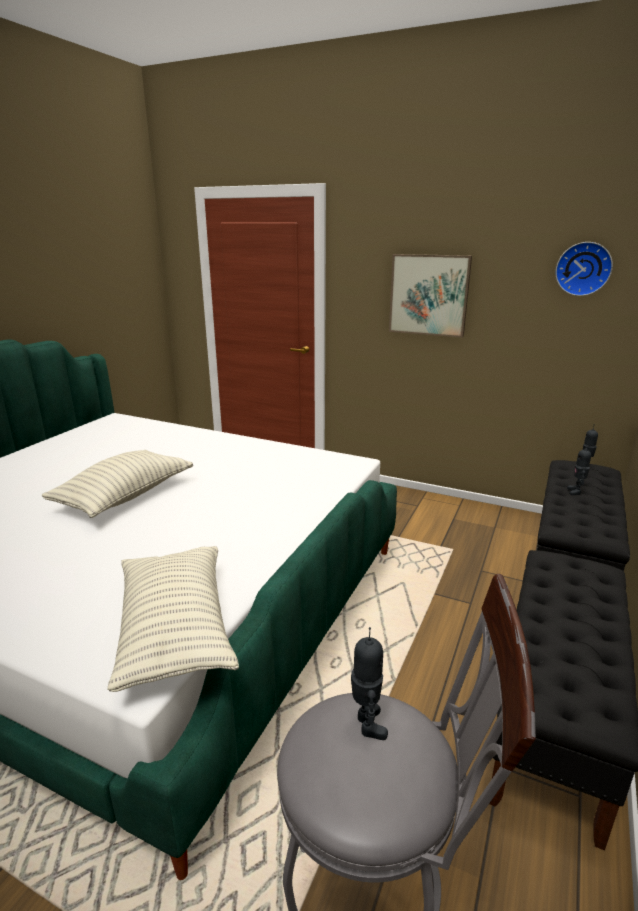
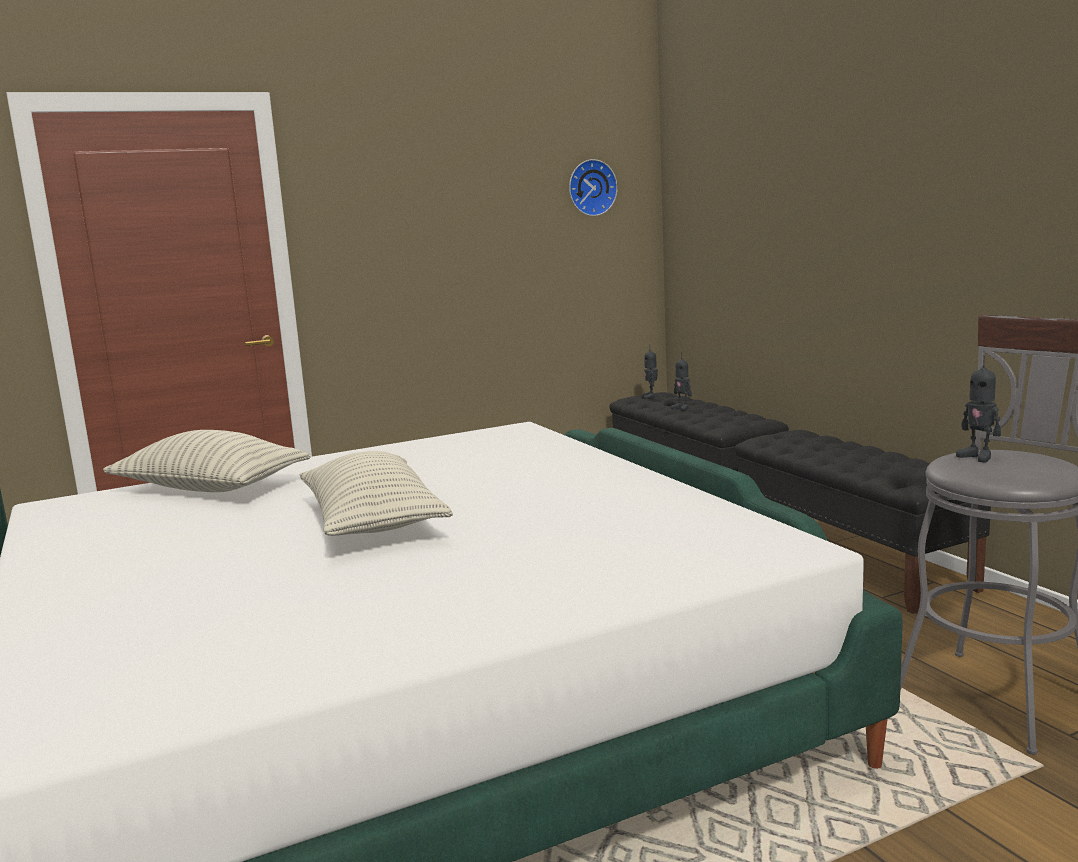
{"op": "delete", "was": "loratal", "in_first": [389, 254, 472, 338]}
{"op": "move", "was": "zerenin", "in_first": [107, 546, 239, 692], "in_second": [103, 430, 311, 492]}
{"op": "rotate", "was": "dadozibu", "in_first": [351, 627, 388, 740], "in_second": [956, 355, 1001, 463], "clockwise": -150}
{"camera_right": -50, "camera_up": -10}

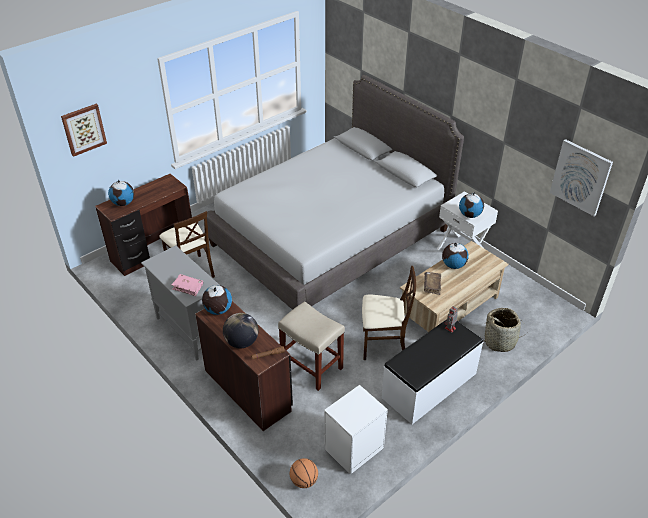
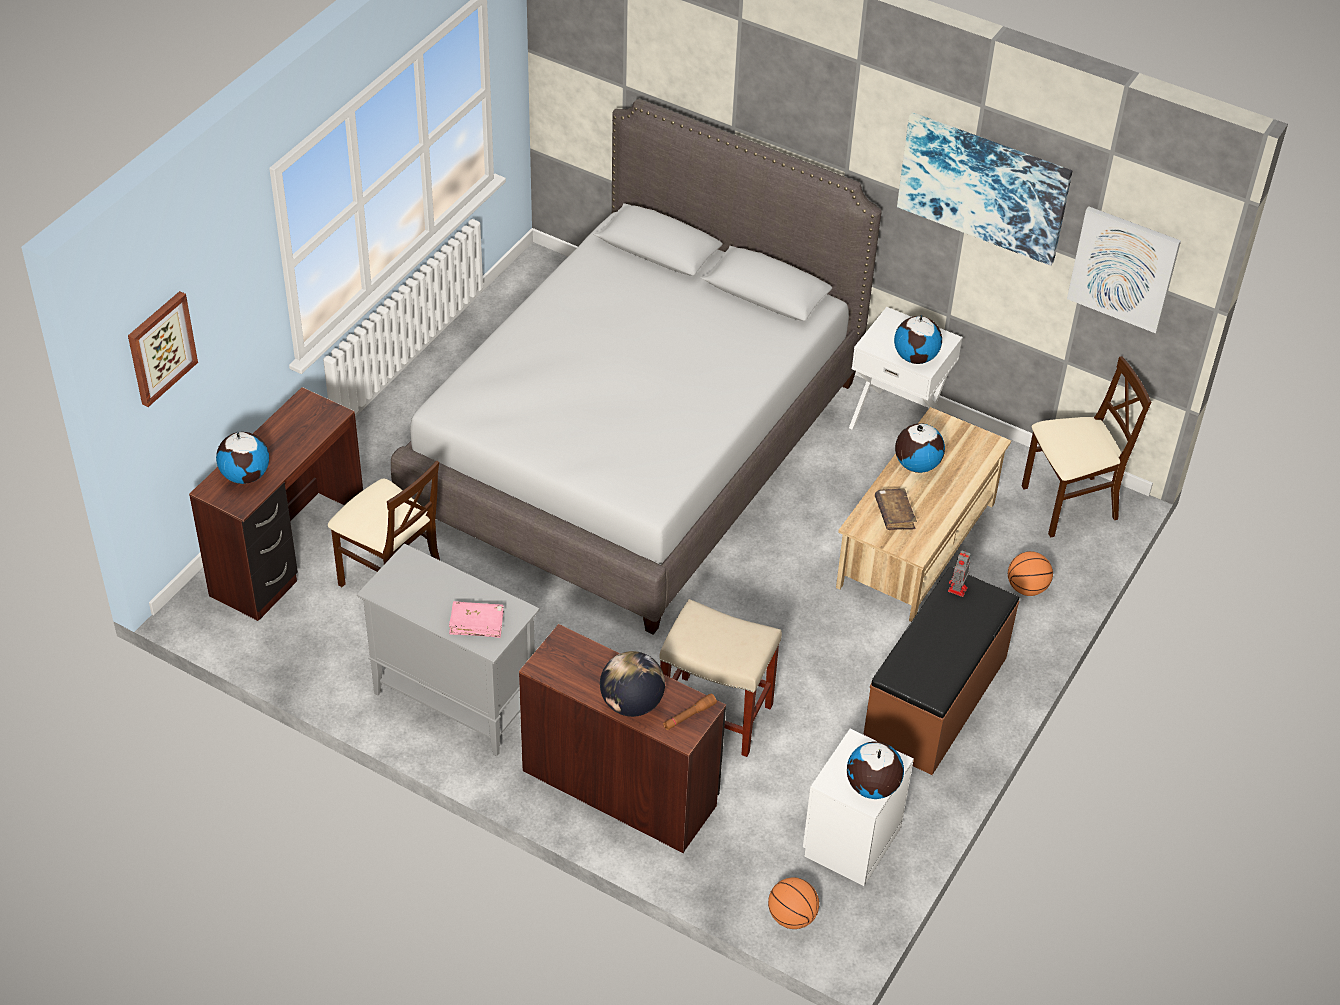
{"op": "move", "was": "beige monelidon", "in_first": [362, 266, 416, 360], "in_second": [1022, 356, 1151, 538]}
{"op": "move", "was": "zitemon", "in_first": [202, 285, 232, 315], "in_second": [847, 741, 904, 799]}
{"op": "replace", "was": "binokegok", "now": "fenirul", "in_first": [483, 308, 527, 352], "in_second": [1008, 551, 1053, 596]}
{"op": "recolor", "was": "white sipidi", "now": "brown sipidi", "in_first": [382, 319, 483, 424], "in_second": [863, 567, 1019, 775]}
{"op": "insert", "now": "loratal", "in_second": [897, 112, 1072, 266]}
{"camera_right": -20, "camera_up": 5}

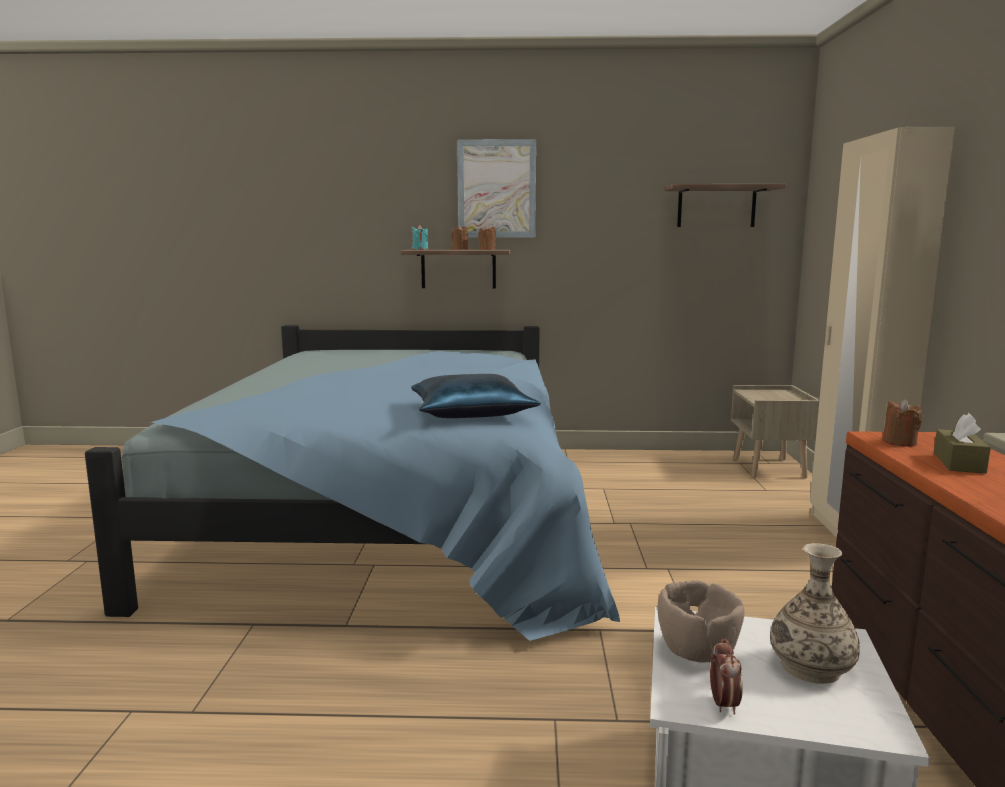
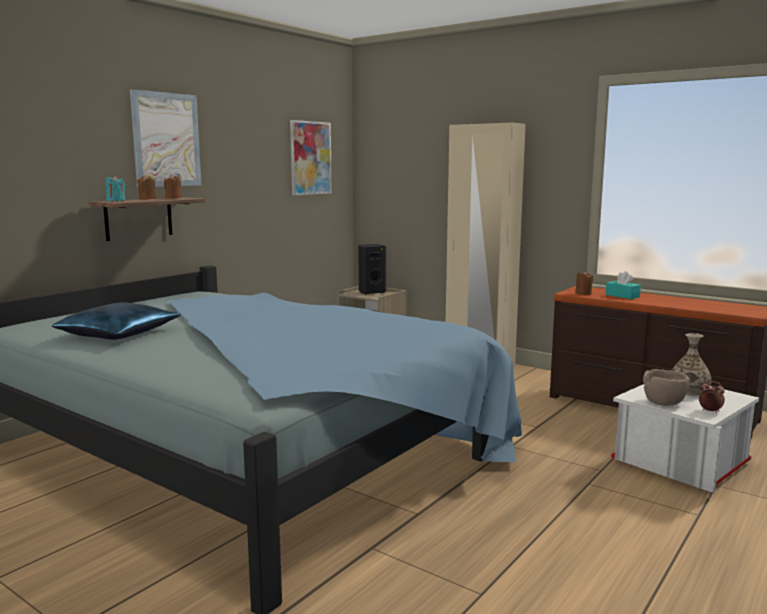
{"op": "replace", "was": "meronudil", "now": "loratal", "in_first": [664, 184, 786, 227], "in_second": [290, 120, 332, 195]}
{"op": "move", "was": "blue zerenin", "in_first": [411, 374, 541, 418], "in_second": [52, 302, 181, 340]}
{"op": "recolor", "was": "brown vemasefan", "now": "turquoise vemasefan", "in_first": [934, 413, 991, 474], "in_second": [606, 271, 641, 299]}
{"op": "insert", "now": "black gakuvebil", "in_second": [358, 244, 386, 295]}
{"camera_right": -55, "camera_up": 0}

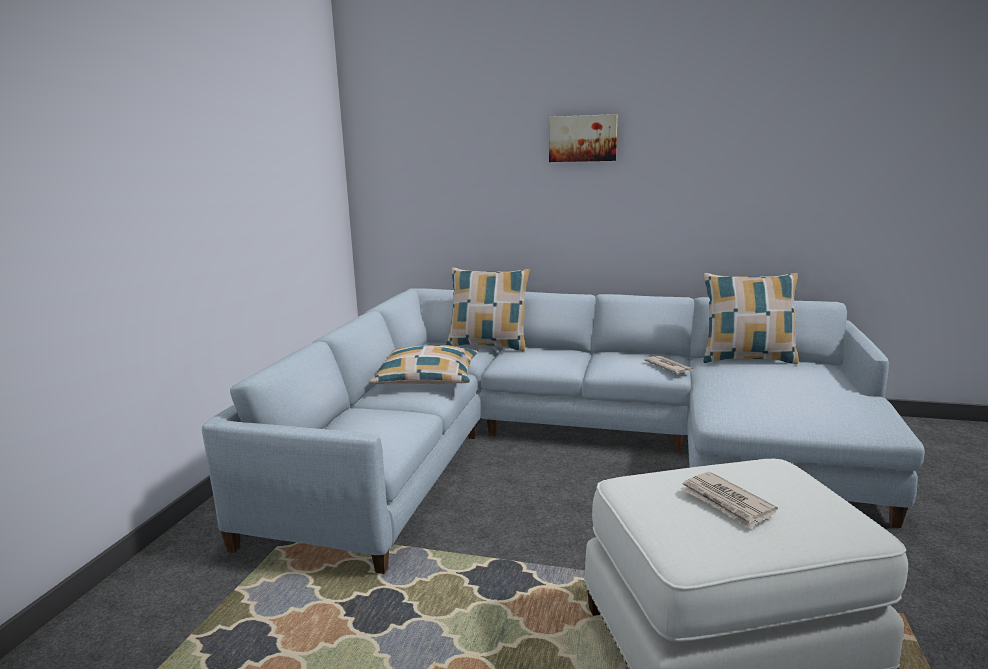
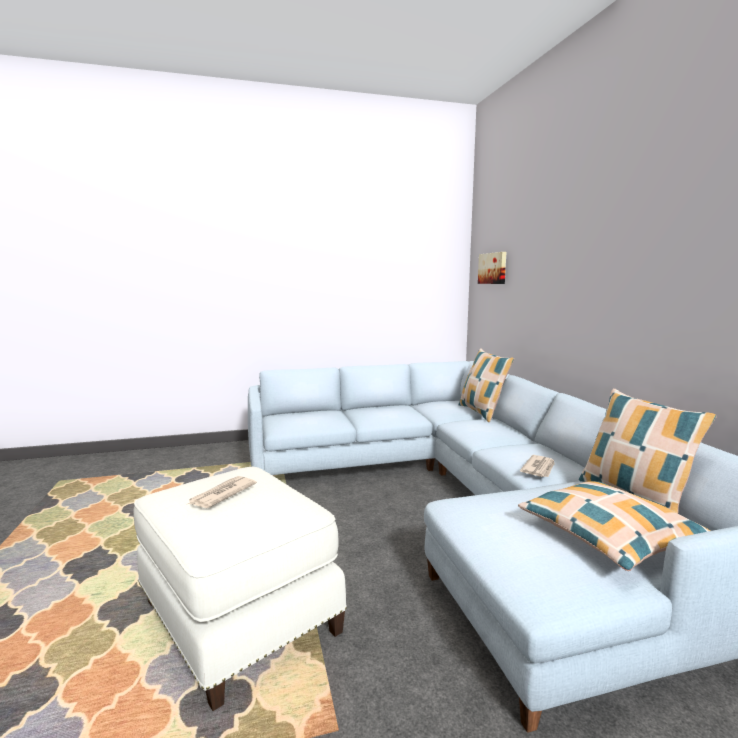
{"op": "move", "was": "loratal", "in_first": [549, 114, 617, 162], "in_second": [478, 252, 506, 284]}
{"op": "move", "was": "zerenin", "in_first": [370, 345, 478, 384], "in_second": [518, 481, 710, 571]}
{"camera_right": 60, "camera_up": -5}

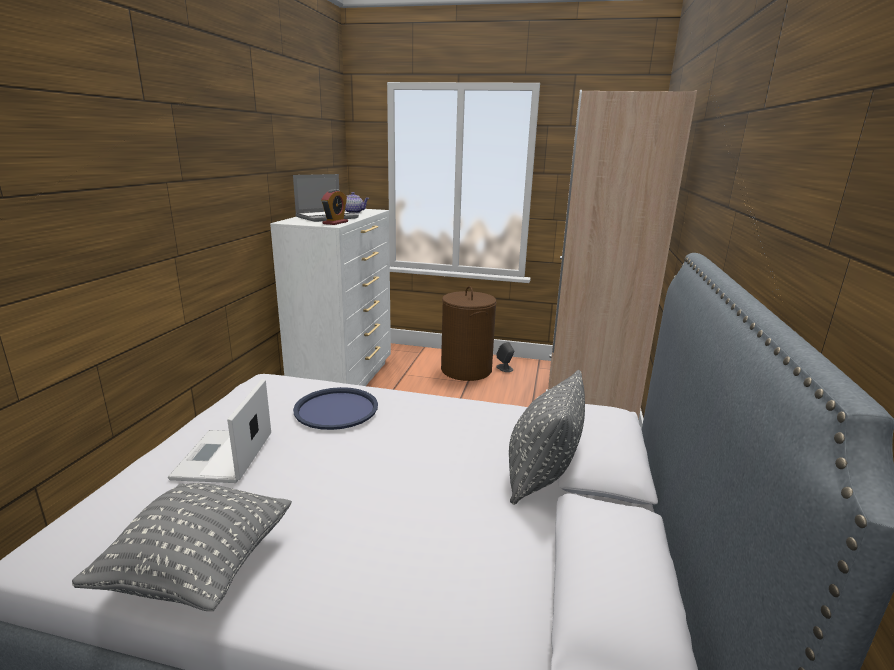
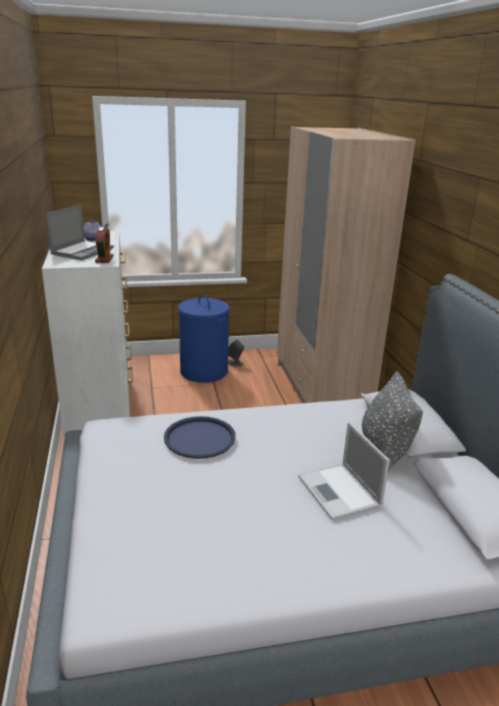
{"op": "recolor", "was": "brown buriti", "now": "blue buriti", "in_first": [441, 286, 497, 381], "in_second": [178, 295, 229, 383]}
{"op": "move", "was": "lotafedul", "in_first": [168, 379, 271, 483], "in_second": [298, 422, 390, 521]}
{"op": "delete", "was": "grey zerenin", "in_first": [72, 483, 292, 611]}
{"camera_right": -25, "camera_up": 5}

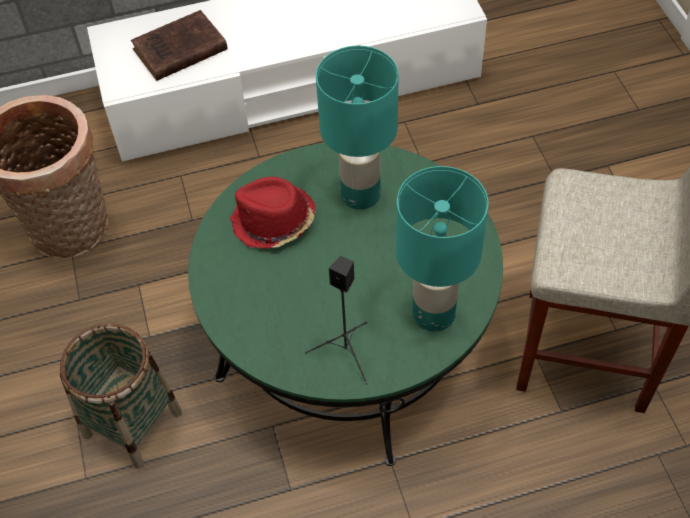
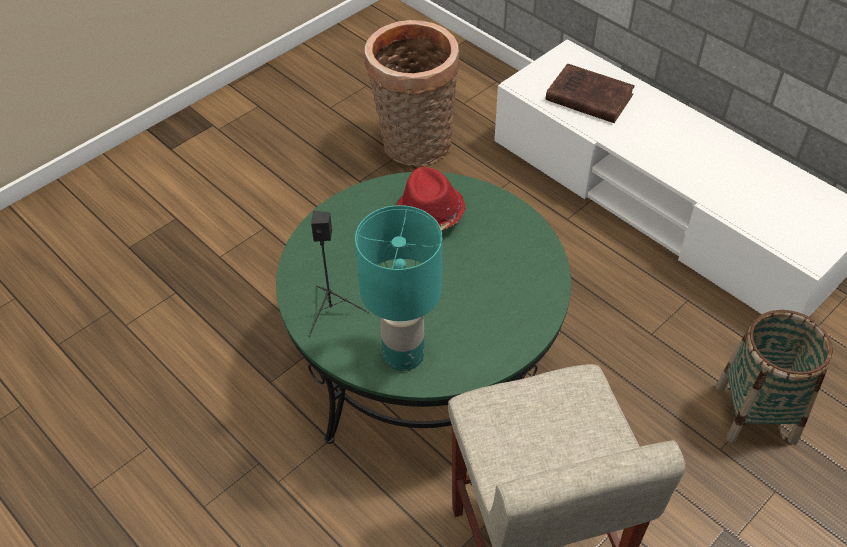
{"op": "delete", "was": "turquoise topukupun", "in_first": [316, 46, 398, 210]}
{"op": "move", "was": "binokegok", "in_first": [59, 323, 182, 469], "in_second": [716, 310, 833, 445]}
{"camera_right": 60, "camera_up": -5}

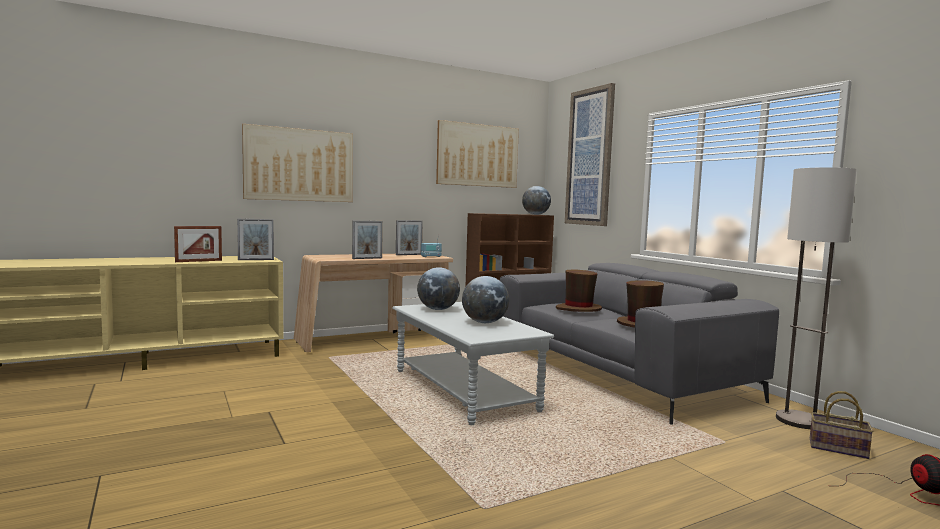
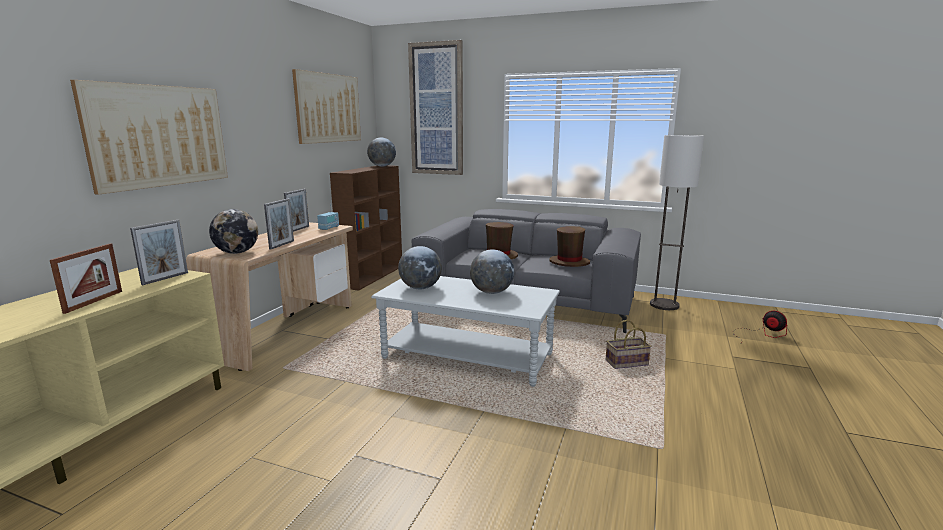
{"op": "move", "was": "binokegok", "in_first": [810, 391, 874, 459], "in_second": [606, 320, 651, 369]}
{"op": "insert", "now": "zitemon", "in_second": [209, 209, 258, 254]}
{"camera_right": -40, "camera_up": 10}

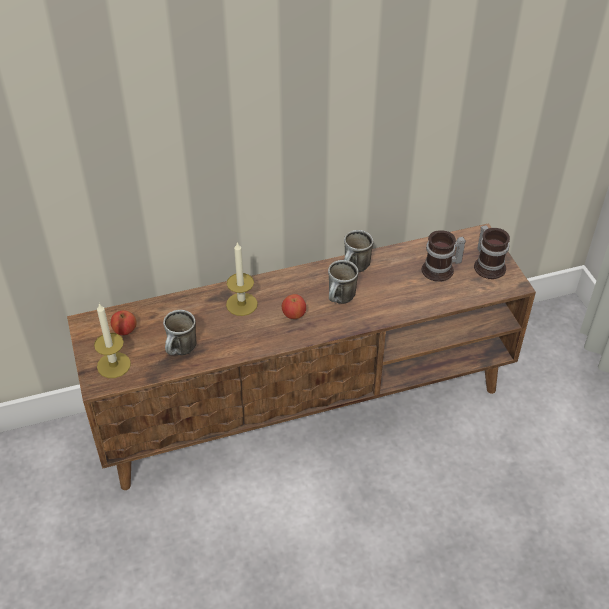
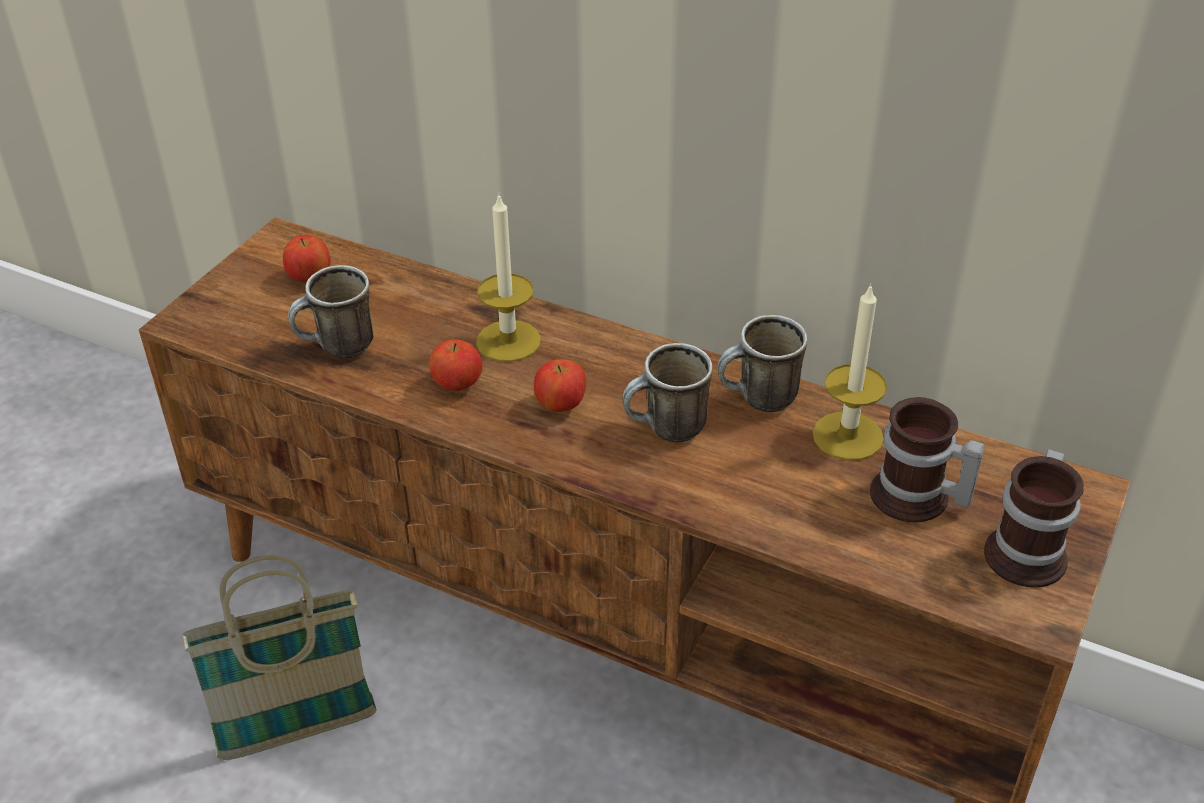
{"op": "move", "was": "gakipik", "in_first": [94, 303, 131, 378], "in_second": [813, 283, 887, 461]}
{"op": "insert", "now": "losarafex", "in_second": [429, 340, 482, 391]}
{"op": "insert", "now": "binokegok", "in_second": [183, 555, 377, 760]}
{"camera_right": 45, "camera_up": -5}

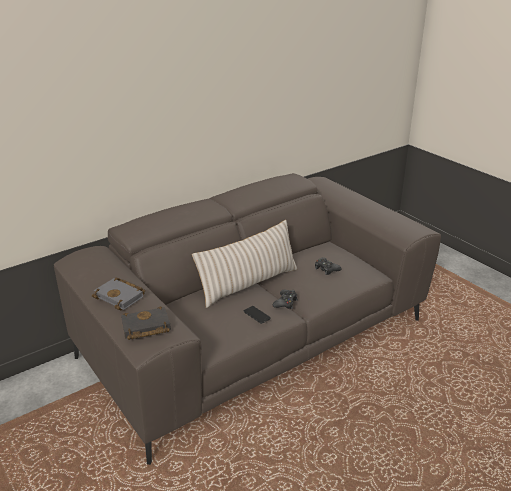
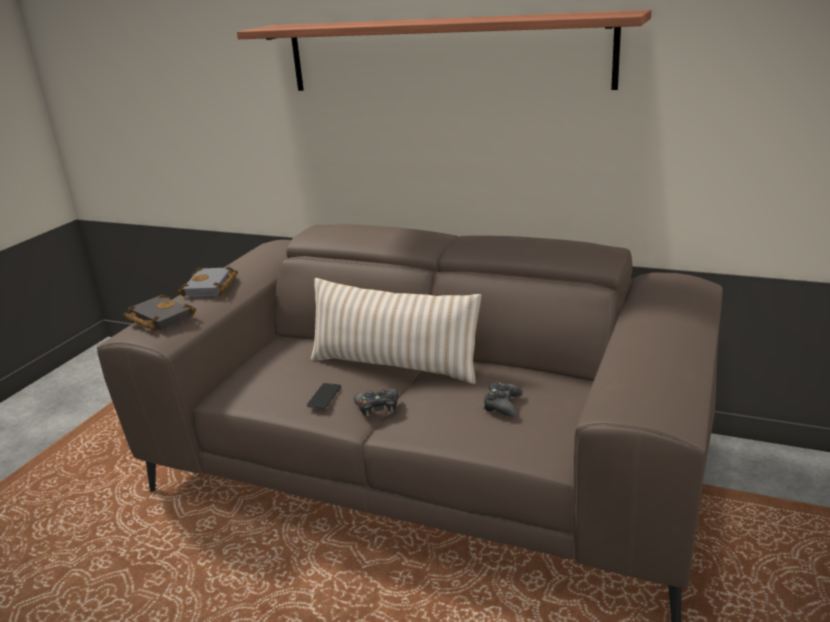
{"op": "insert", "now": "meronudil", "in_second": [237, 10, 652, 91]}
{"camera_right": 60, "camera_up": -5}

